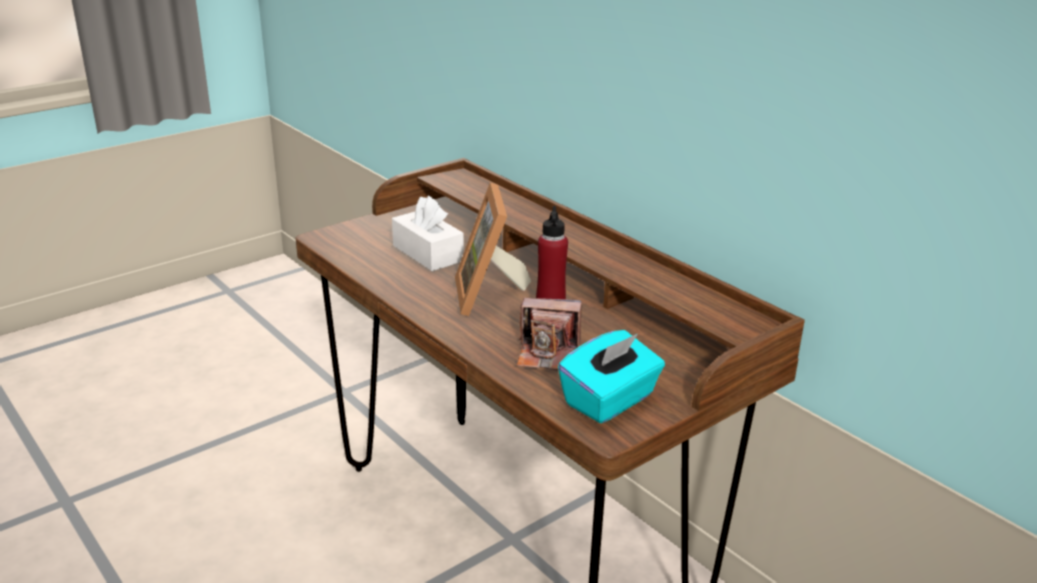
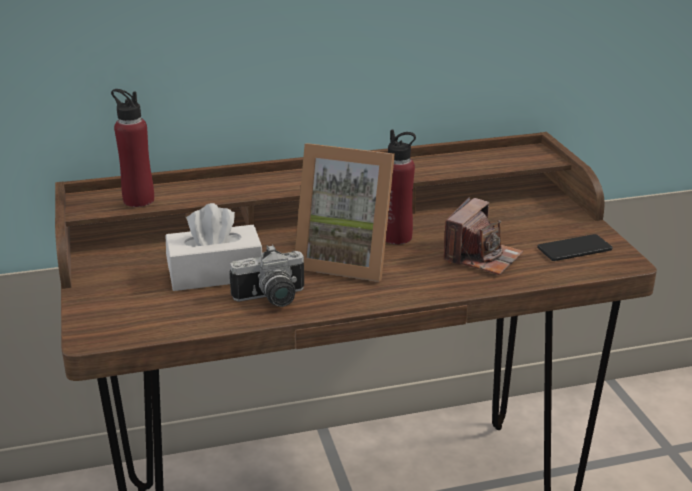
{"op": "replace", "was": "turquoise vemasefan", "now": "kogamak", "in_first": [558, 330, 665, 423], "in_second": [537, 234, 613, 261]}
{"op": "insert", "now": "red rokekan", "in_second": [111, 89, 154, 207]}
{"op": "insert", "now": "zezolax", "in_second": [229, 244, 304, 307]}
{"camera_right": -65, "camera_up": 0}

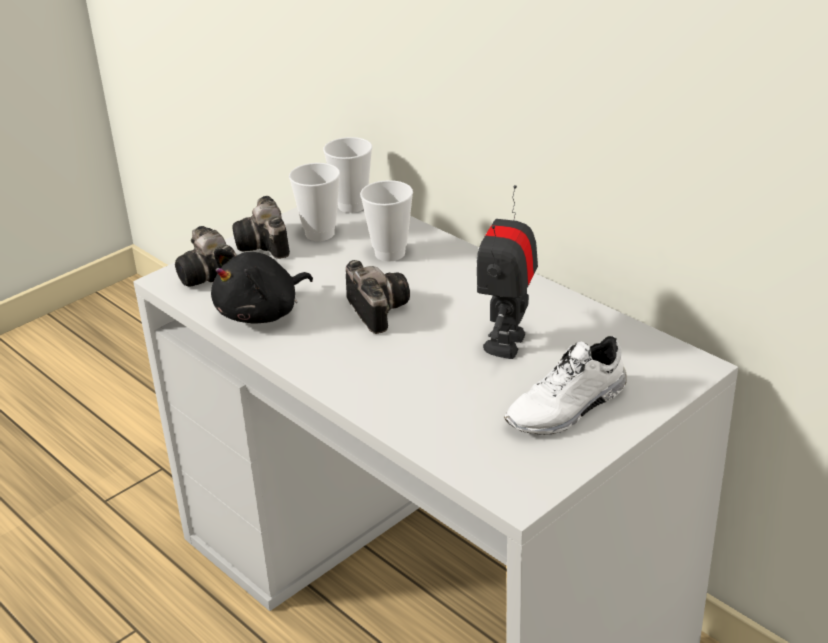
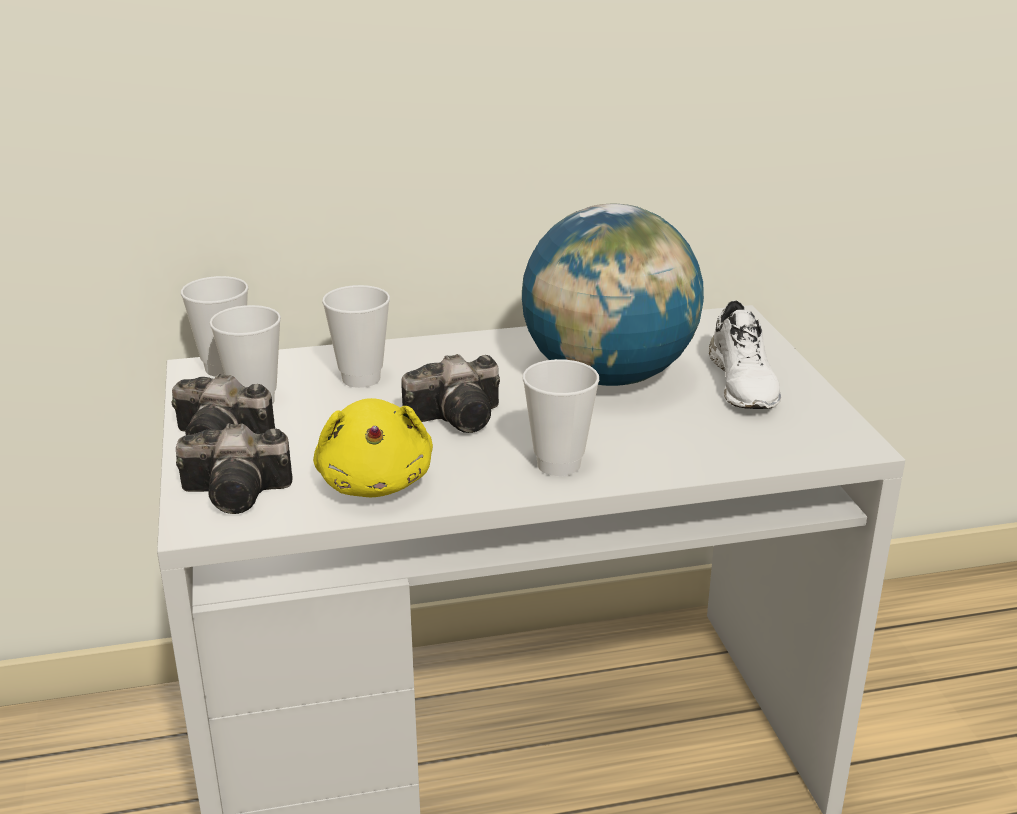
{"op": "replace", "was": "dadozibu", "now": "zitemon", "in_first": [477, 185, 538, 359], "in_second": [522, 204, 704, 386]}
{"op": "recolor", "was": "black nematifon", "now": "yellow nematifon", "in_first": [211, 249, 313, 324], "in_second": [313, 398, 433, 497]}
{"op": "rotate", "was": "zezolax", "in_first": [346, 260, 410, 334], "in_second": [401, 354, 500, 433], "clockwise": 150}
{"op": "insert", "now": "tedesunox", "in_second": [523, 359, 599, 476]}
{"camera_right": -60, "camera_up": -5}

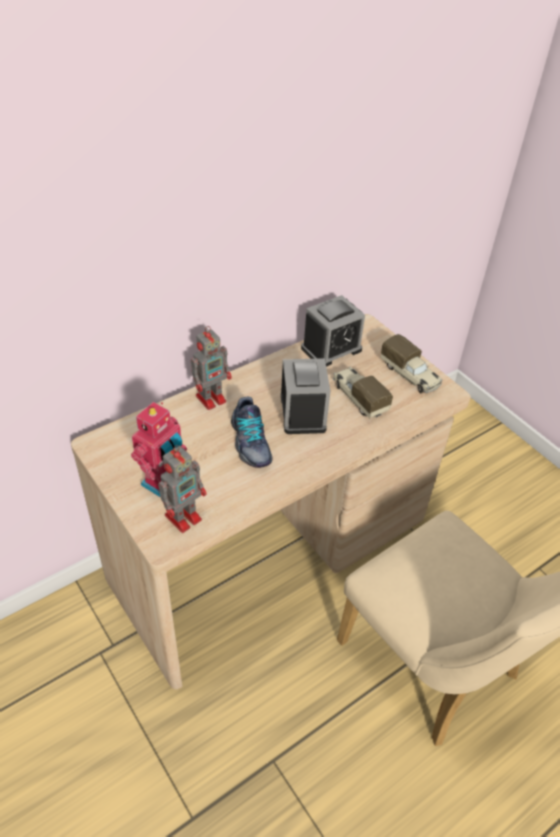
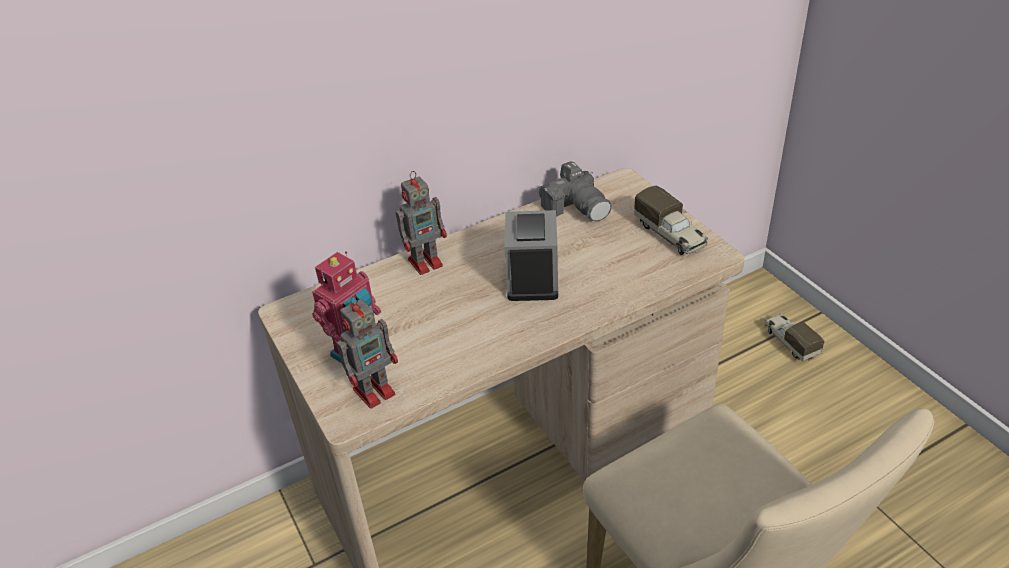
{"op": "replace", "was": "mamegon", "now": "zezolax", "in_first": [301, 295, 365, 367], "in_second": [539, 161, 611, 221]}
{"op": "move", "was": "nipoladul", "in_first": [333, 367, 393, 418], "in_second": [764, 313, 825, 361]}
{"op": "delete", "was": "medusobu", "in_first": [231, 397, 273, 468]}
{"camera_right": 10, "camera_up": -5}

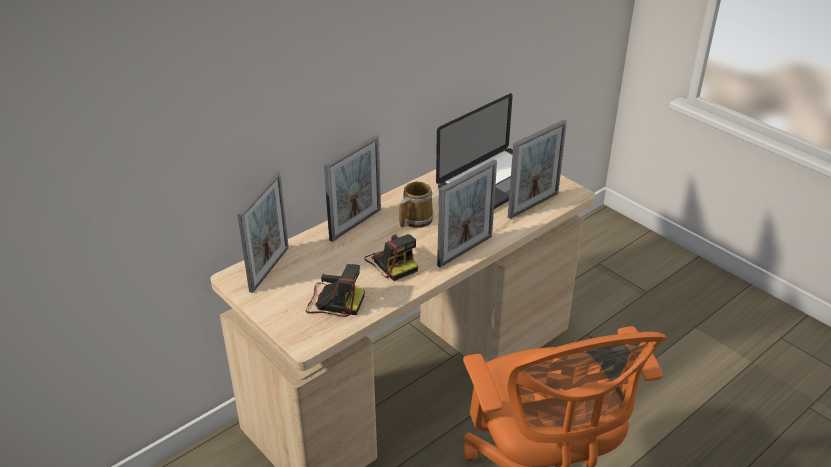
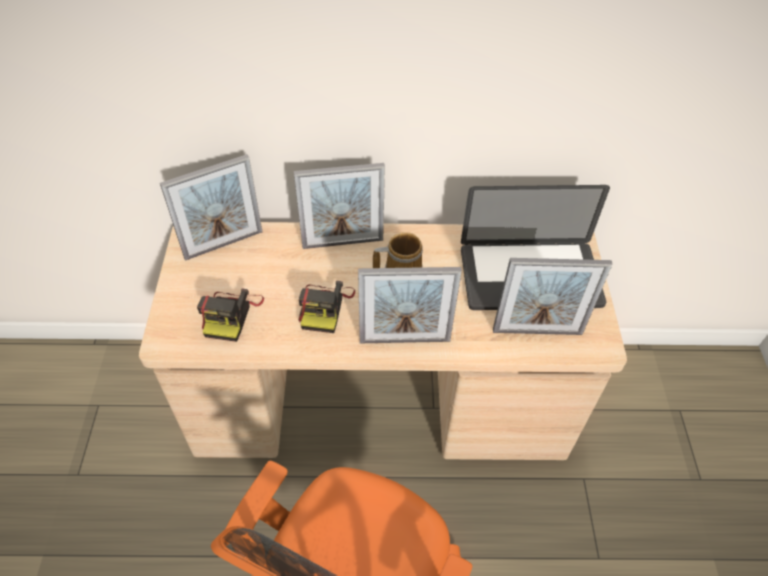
{"op": "rotate", "was": "zezolax", "in_first": [306, 264, 365, 317], "in_second": [197, 289, 264, 342], "clockwise": 45}
{"camera_right": 40, "camera_up": 15}

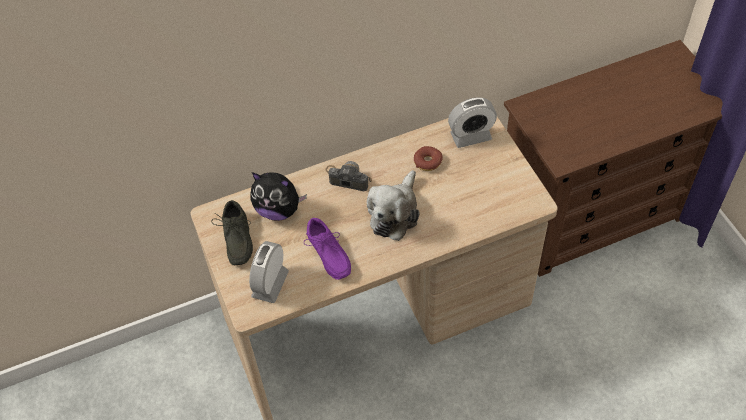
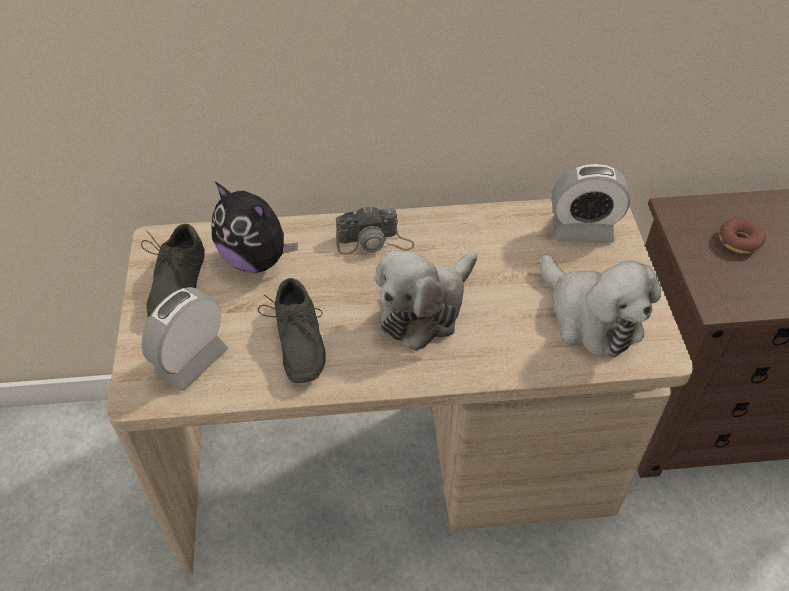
{"op": "move", "was": "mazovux", "in_first": [414, 146, 443, 171], "in_second": [719, 218, 766, 254]}
{"op": "rotate", "was": "zezolax", "in_first": [325, 161, 372, 191], "in_second": [336, 205, 415, 254], "clockwise": 135}
{"op": "recolor", "was": "purple medusobu", "now": "grey medusobu", "in_first": [304, 218, 351, 280], "in_second": [258, 278, 326, 383]}
{"op": "insert", "now": "nematifon", "in_second": [540, 255, 661, 357]}
{"camera_right": 15, "camera_up": -5}

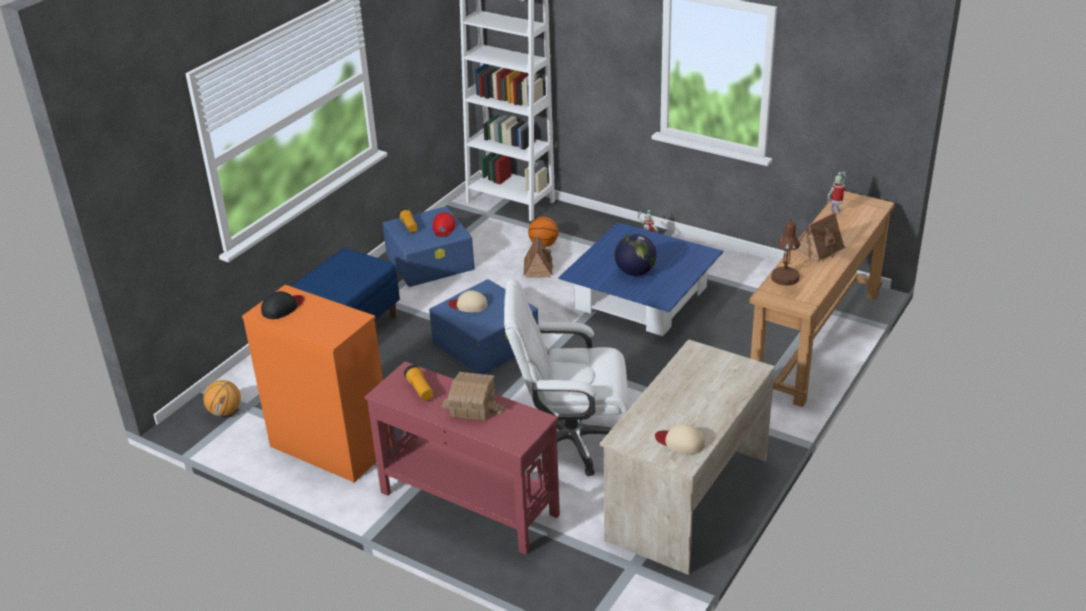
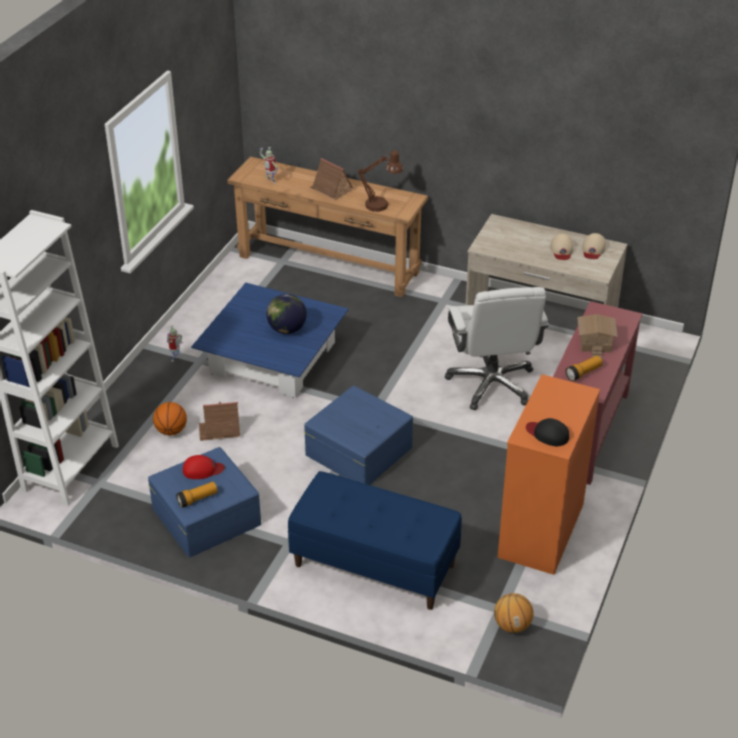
{"op": "move", "was": "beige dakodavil", "in_first": [448, 290, 488, 313], "in_second": [550, 234, 573, 260]}
{"camera_right": -100, "camera_up": 5}

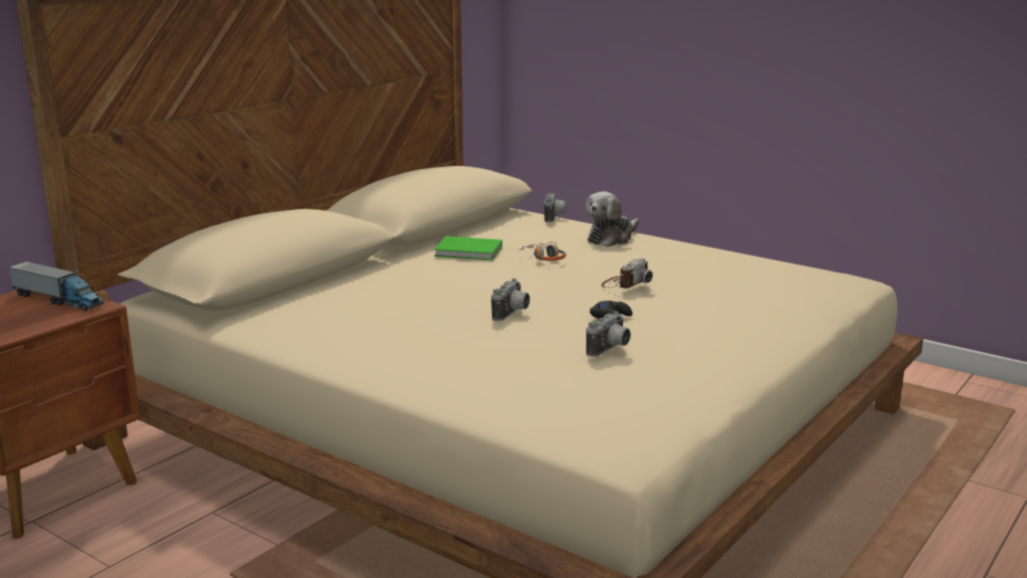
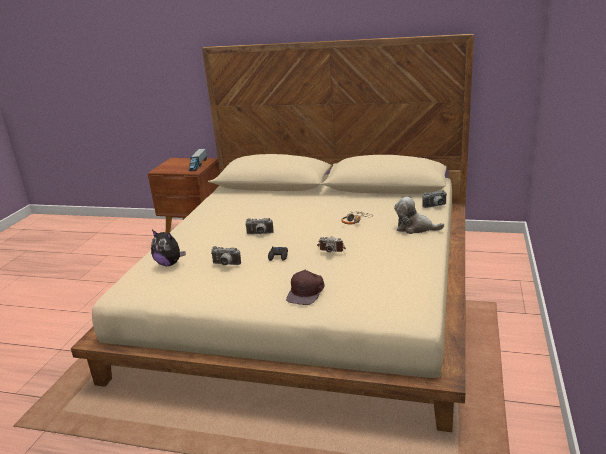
{"op": "delete", "was": "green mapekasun", "in_first": [434, 236, 502, 260]}
{"op": "insert", "now": "nematifon", "in_second": [151, 230, 186, 266]}
{"op": "insert", "now": "brown dakodavil", "in_second": [286, 269, 324, 305]}
{"camera_right": 70, "camera_up": 5}

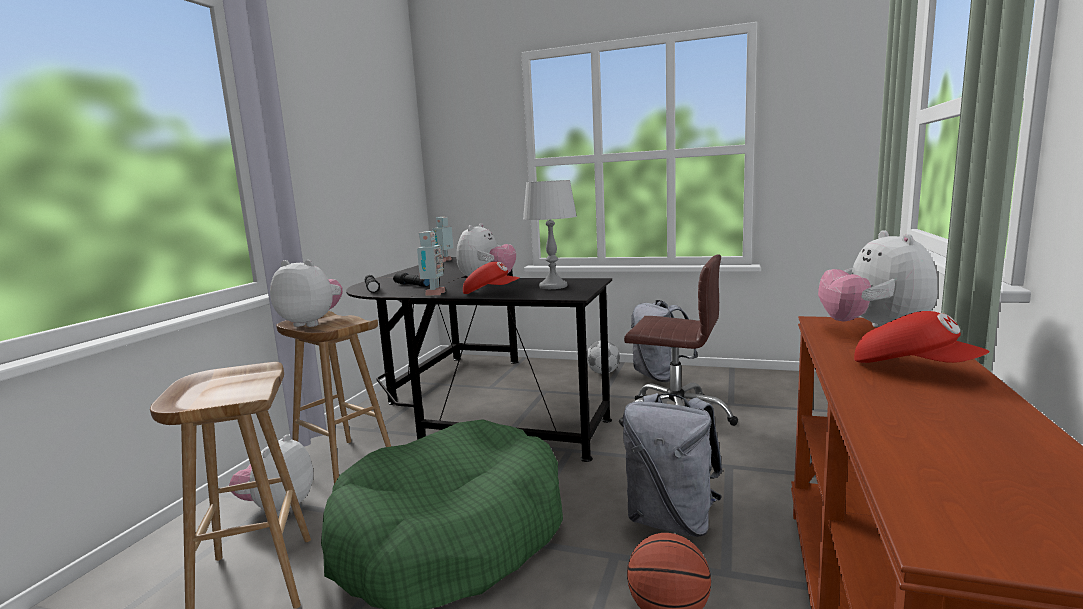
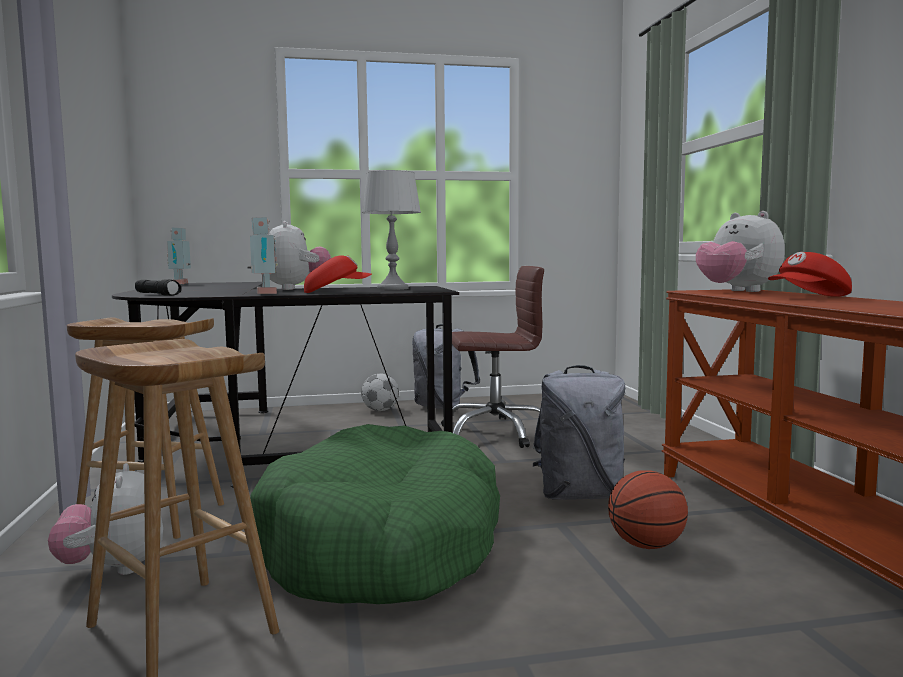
{"op": "delete", "was": "nematifon", "in_first": [270, 260, 343, 327]}
{"op": "delete", "was": "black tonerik", "in_first": [393, 272, 430, 287]}
{"op": "rotate", "was": "red dakodavil", "in_first": [854, 311, 990, 363], "in_second": [768, 252, 852, 297], "clockwise": 135}
{"camera_right": -30, "camera_up": -5}

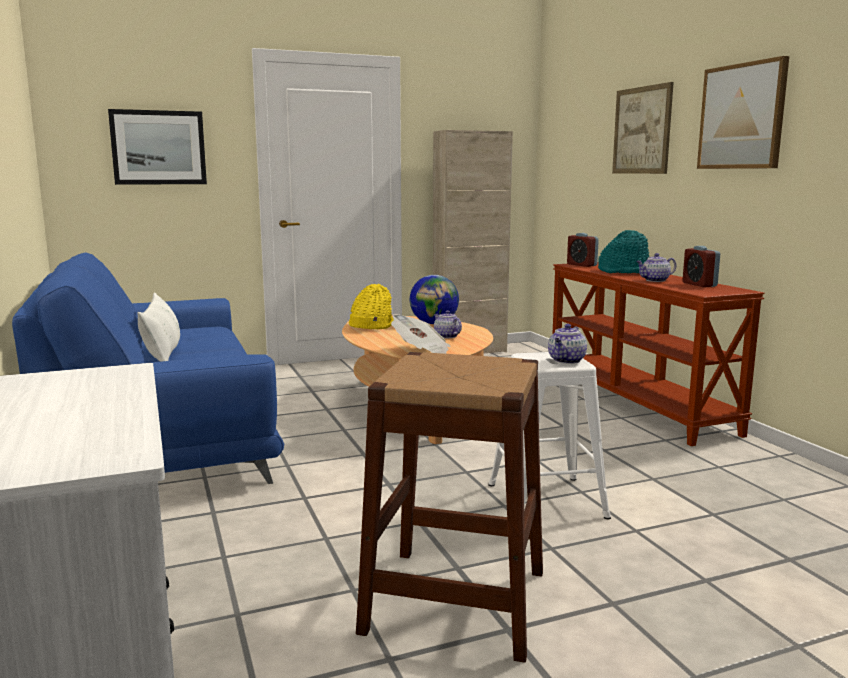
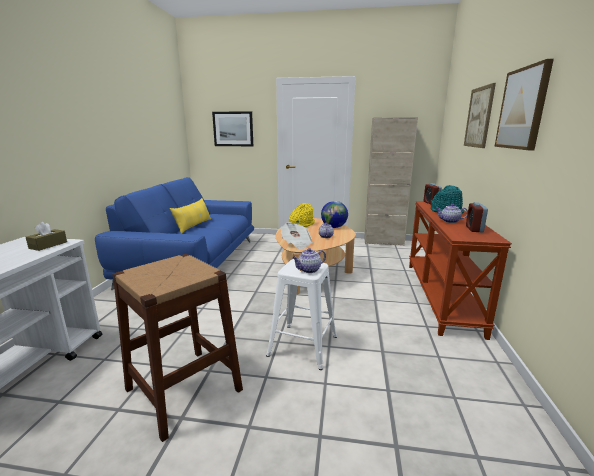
{"op": "recolor", "was": "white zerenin", "now": "yellow zerenin", "in_first": [137, 292, 180, 362], "in_second": [170, 198, 211, 234]}
{"op": "insert", "now": "brown vemasefan", "in_second": [26, 222, 67, 251]}
{"camera_right": 30, "camera_up": 5}

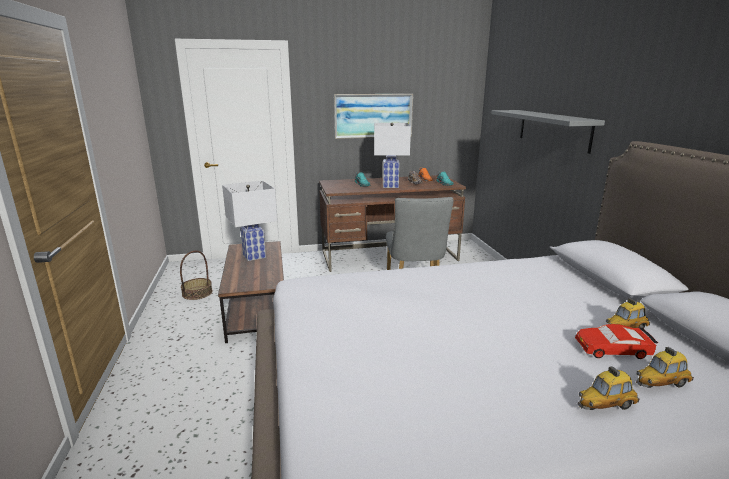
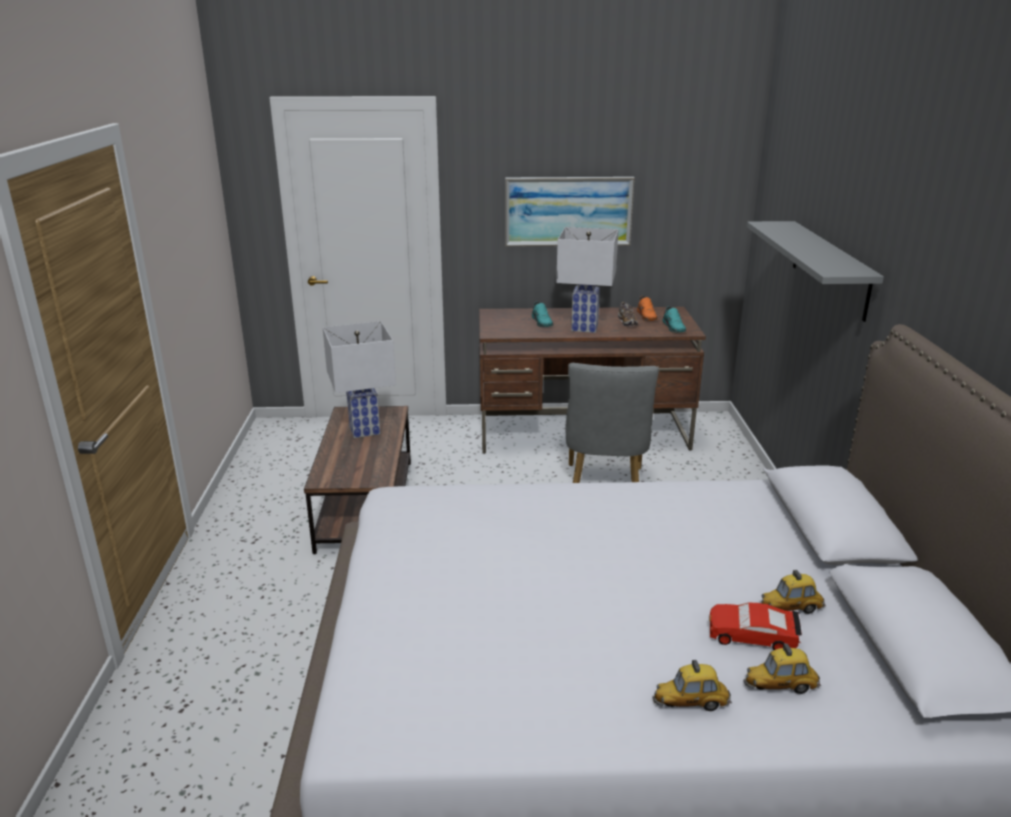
{"op": "delete", "was": "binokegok", "in_first": [180, 250, 213, 300]}
{"camera_right": 10, "camera_up": 5}

